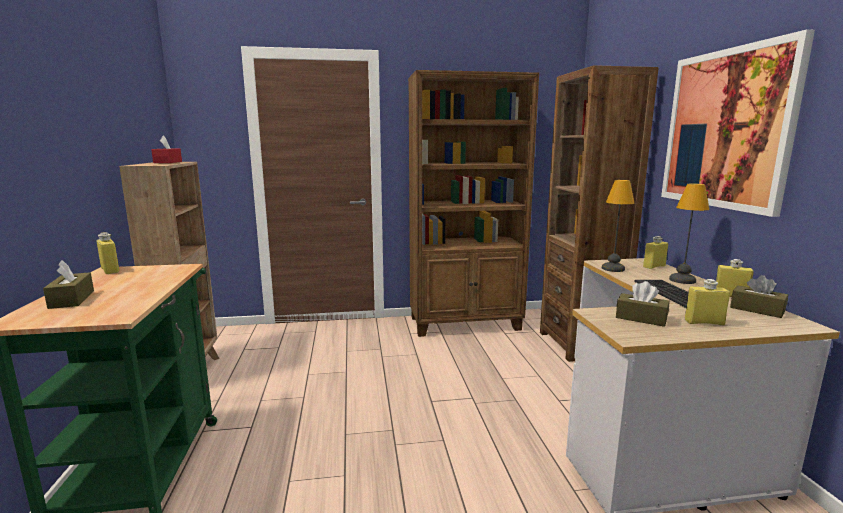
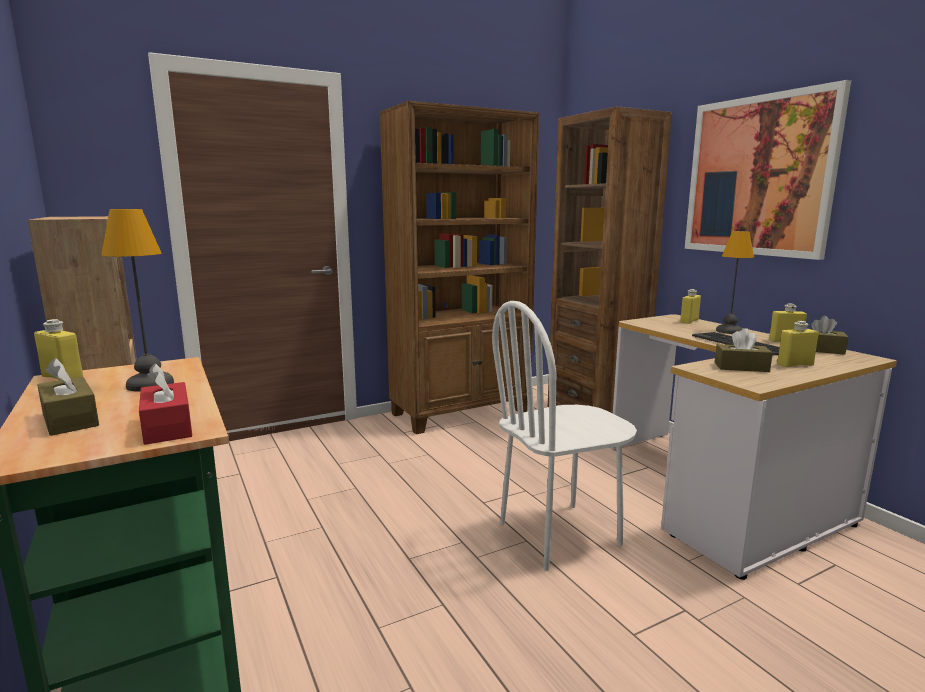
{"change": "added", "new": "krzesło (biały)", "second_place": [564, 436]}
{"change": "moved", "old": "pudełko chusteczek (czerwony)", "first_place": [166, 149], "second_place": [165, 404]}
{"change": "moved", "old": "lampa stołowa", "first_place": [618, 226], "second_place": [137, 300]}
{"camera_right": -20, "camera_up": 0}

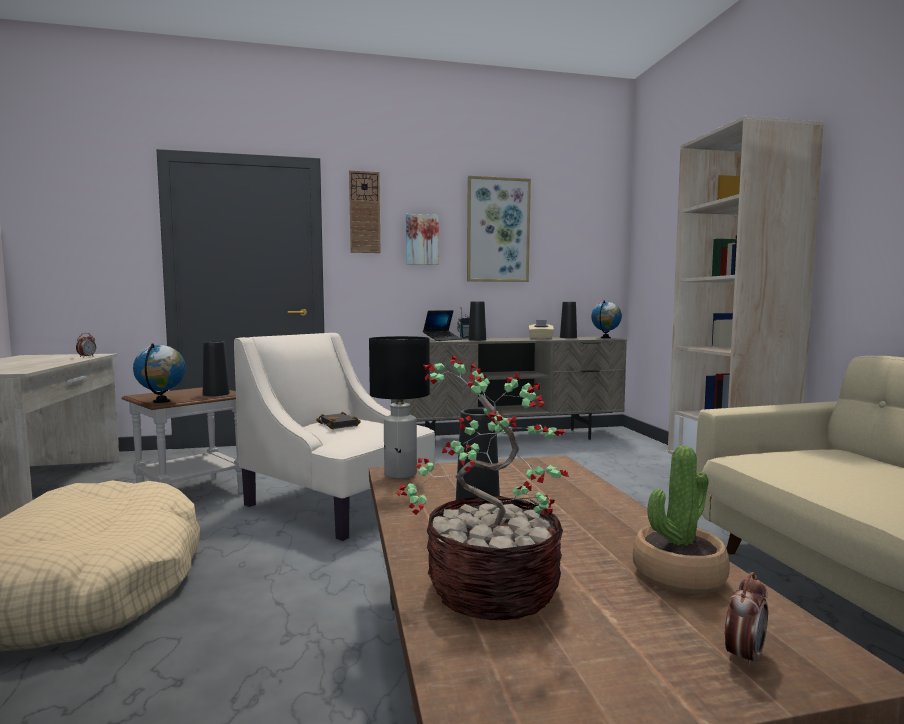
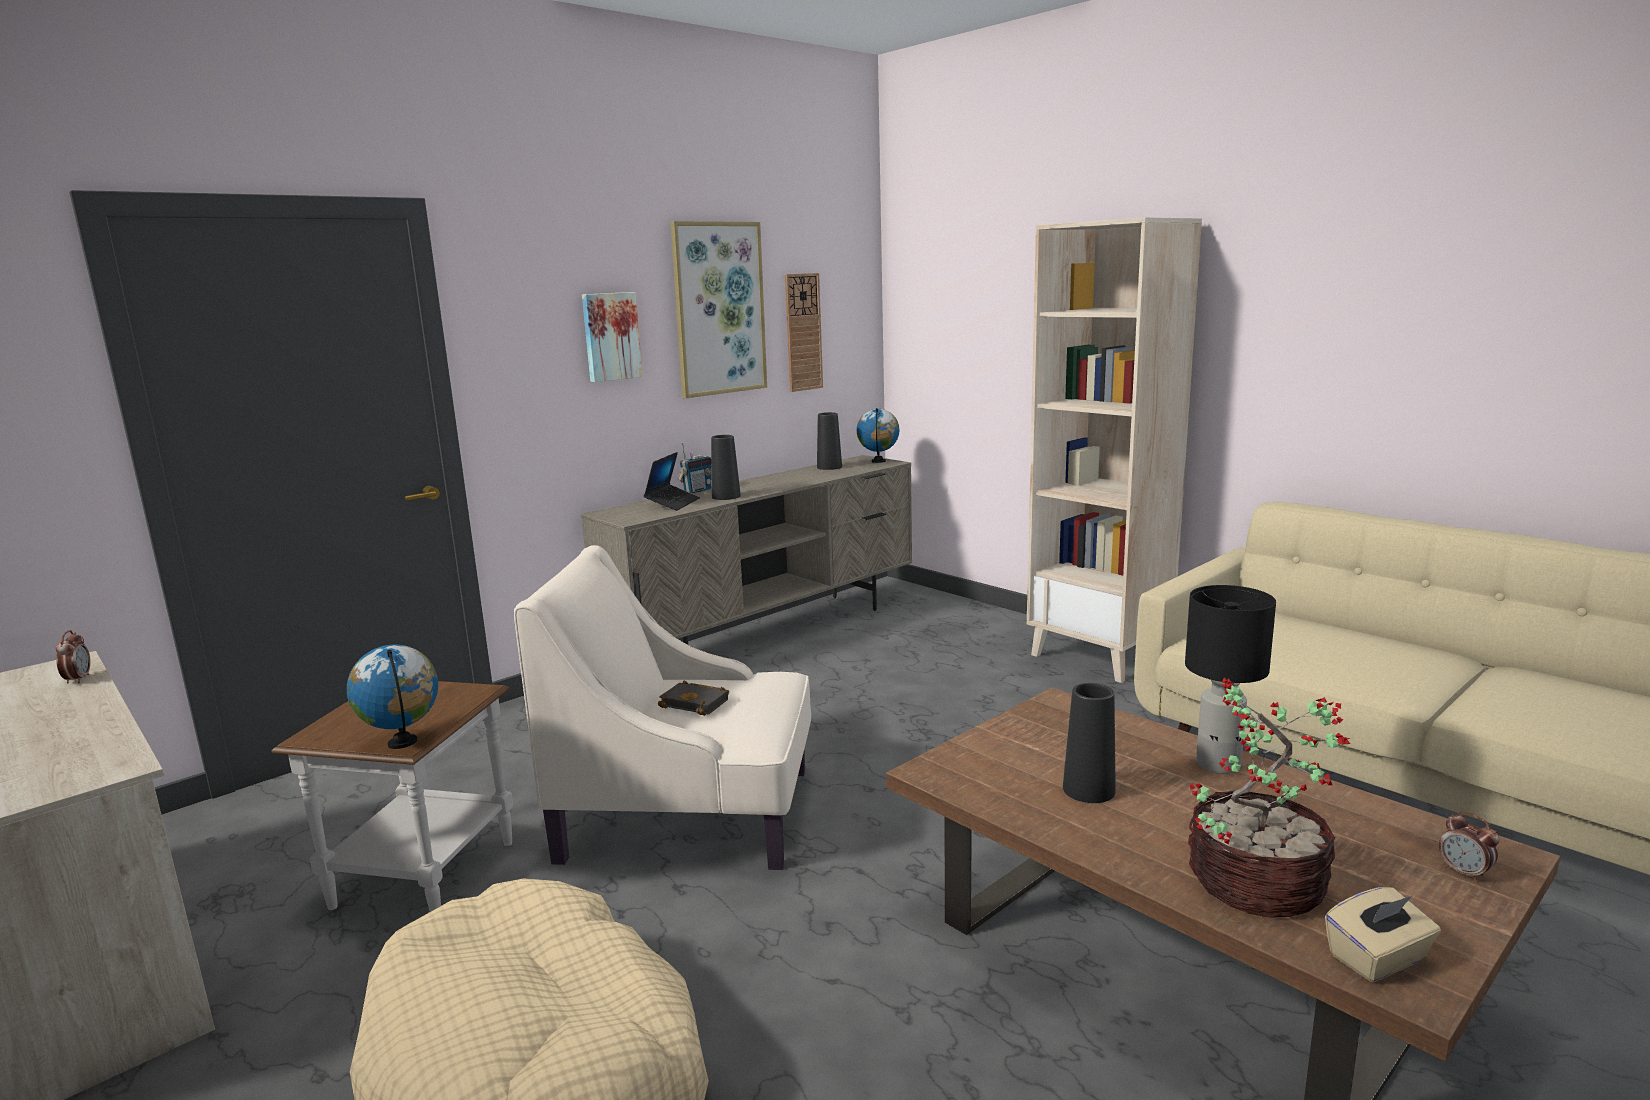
{"change": "removed", "old": "wazon (czarny)", "first_place": [216, 368]}
{"change": "removed", "old": "roślina doniczkowa", "first_place": [681, 520]}
{"change": "moved", "old": "zegar ścienny", "first_place": [365, 211], "second_place": [804, 332]}
{"change": "moved", "old": "lampa stołowa (czarny)", "first_place": [399, 407], "second_place": [1230, 679]}
{"change": "moved", "old": "pudełko chusteczek (beżowy)", "first_place": [541, 329], "second_place": [1383, 934]}
{"change": "turned", "old": "budzik", "first_place": [746, 621], "second_place": [1469, 847], "degrees": 135}
{"camera_right": -30, "camera_up": 10}

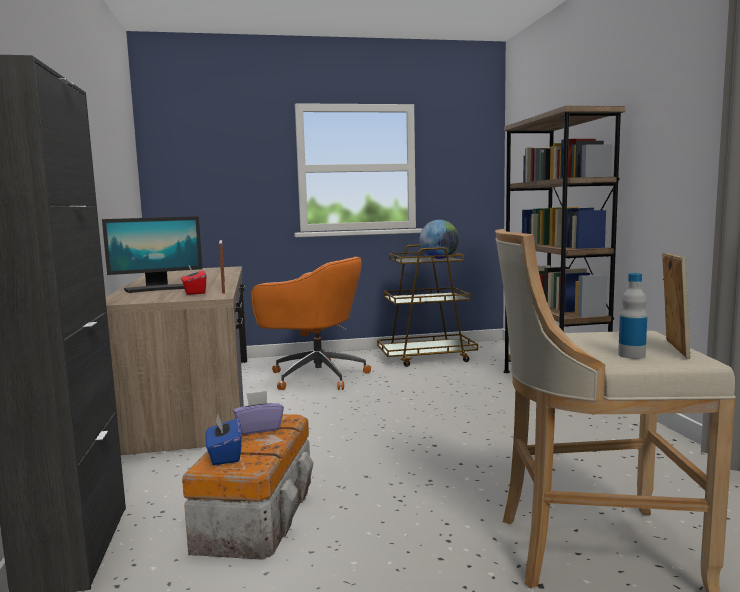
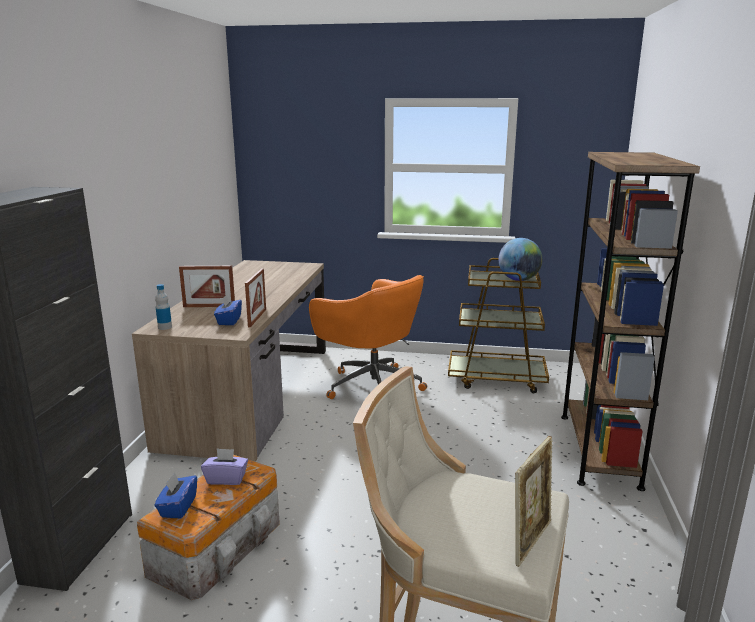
{"change": "moved", "old": "butelka", "first_place": [632, 316], "second_place": [163, 307]}
{"change": "replaced", "old": "monitor", "new": "ramka na zdjęcie", "first_place": [152, 254], "second_place": [207, 286]}
{"change": "recoloured", "old": "pudełko chusteczek (czerwony)", "new": "pudełko chusteczek (niebieski)", "first_place": [193, 280], "second_place": [228, 310]}
{"camera_right": 20, "camera_up": 10}

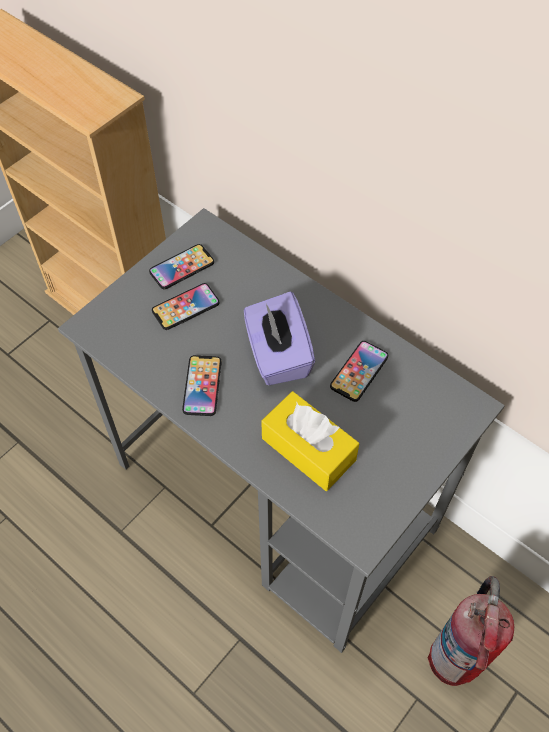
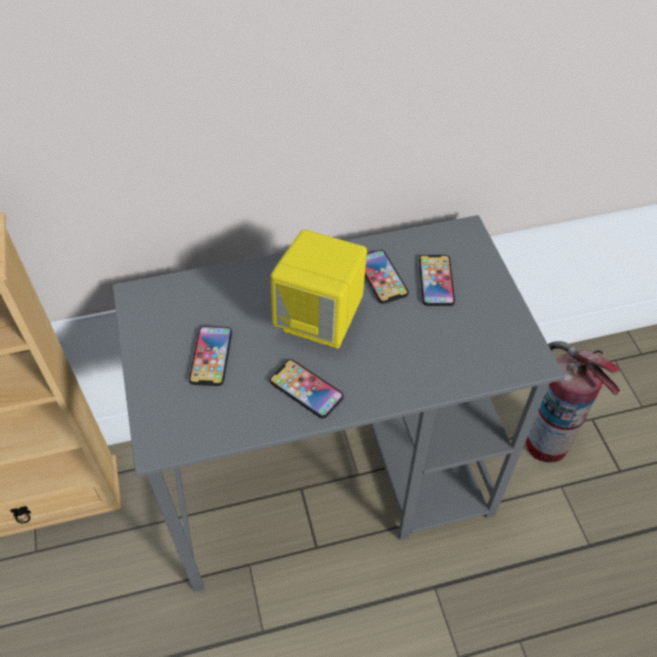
{"change": "removed", "old": "pudełko chusteczek (żółty)", "first_place": [310, 441]}
{"change": "moved", "old": "telefon", "first_place": [181, 267], "second_place": [437, 280]}
{"change": "replaced", "old": "pudełko chusteczek (fioletowy)", "new": "głośnik (żółty)", "first_place": [279, 338], "second_place": [319, 289]}
{"camera_right": -55, "camera_up": -5}

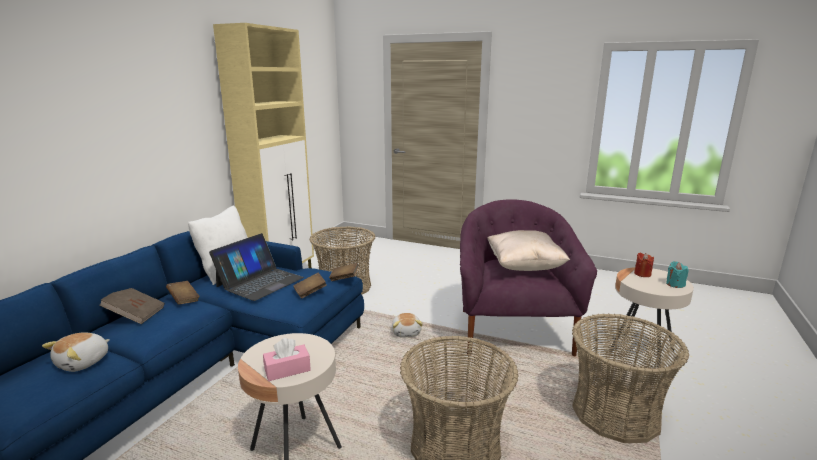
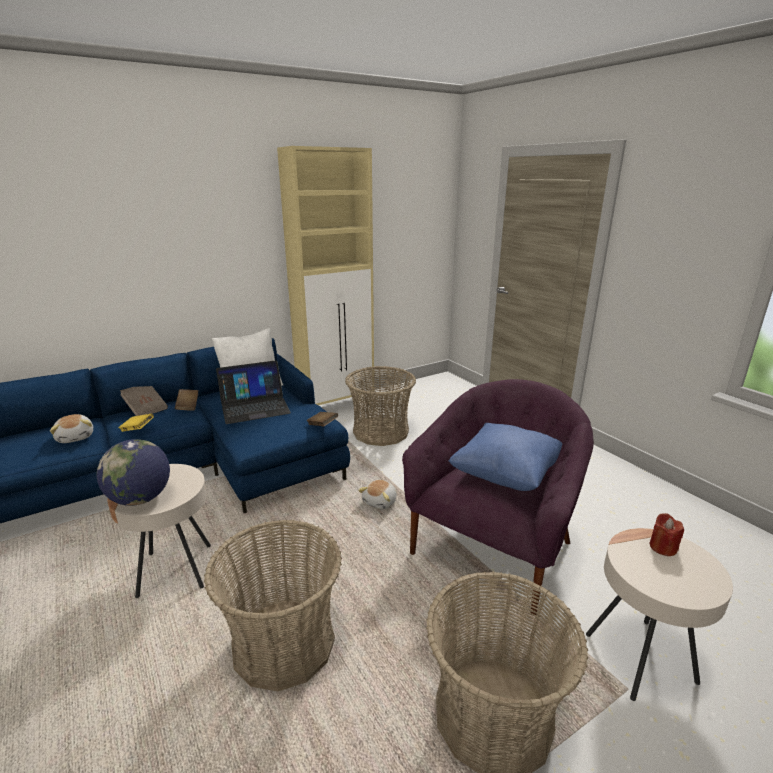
{"change": "removed", "old": "książka (brązowy)", "first_place": [310, 285]}
{"change": "removed", "old": "świeca (turkusowy)", "first_place": [677, 274]}
{"change": "added", "new": "książka (żółty)", "second_place": [136, 423]}
{"change": "replaced", "old": "pudełko chusteczek (różowy)", "new": "globus", "first_place": [287, 359], "second_place": [133, 472]}
{"change": "recoloured", "old": "poduszka (beżowy)", "new": "poduszka (niebieski)", "first_place": [529, 250], "second_place": [506, 457]}
{"change": "turned", "old": "pluszak", "first_place": [76, 352], "second_place": [71, 428], "degrees": -90}
{"camera_right": 35, "camera_up": 5}

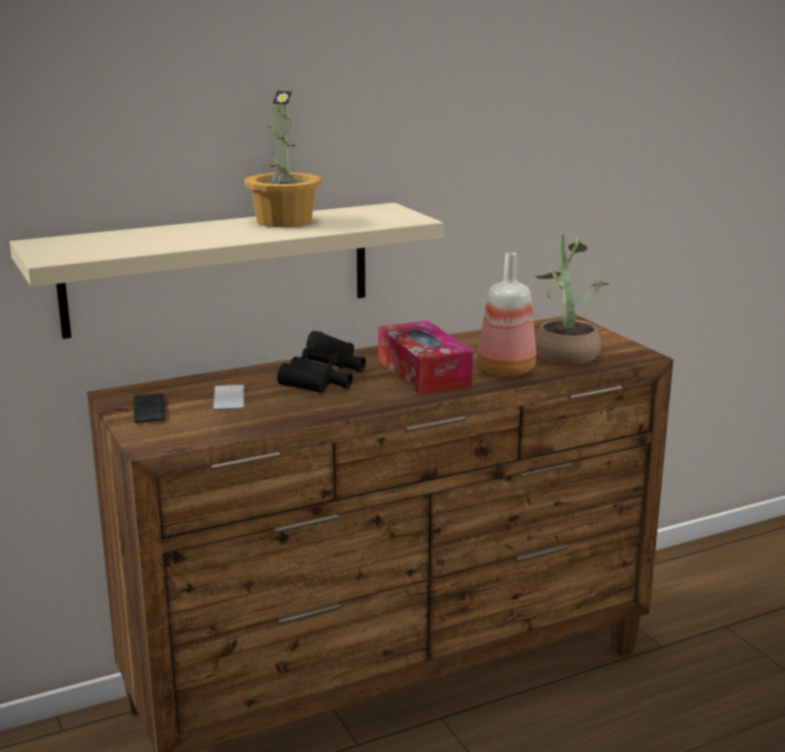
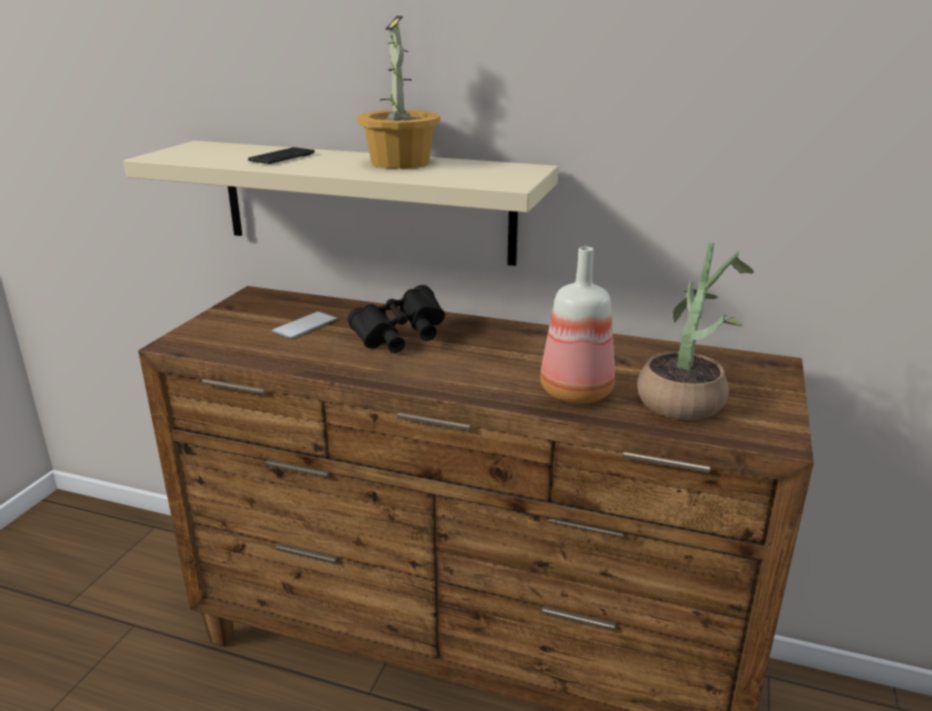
{"change": "removed", "old": "pudełko chusteczek", "first_place": [425, 357]}
{"change": "moved", "old": "telefon", "first_place": [149, 408], "second_place": [281, 155]}
{"camera_right": 45, "camera_up": 5}

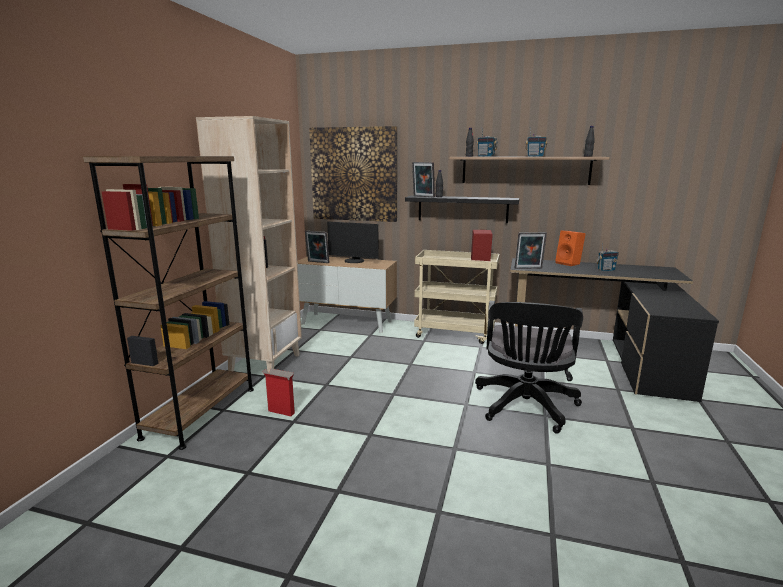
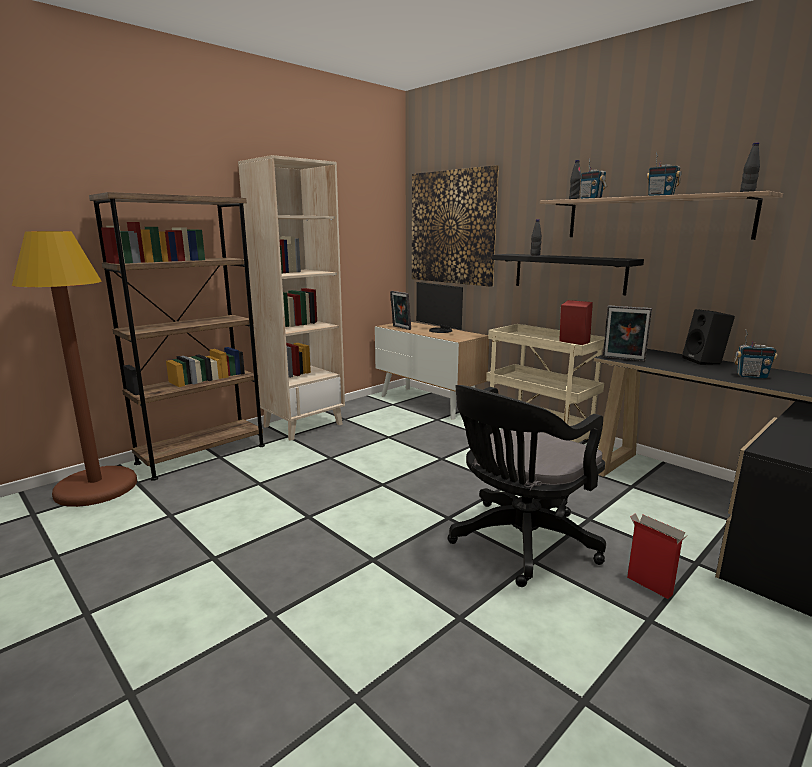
{"change": "removed", "old": "ramka na zdjęcie", "first_place": [423, 179]}
{"change": "added", "new": "lampa stojąca (brązowy)", "second_place": [74, 369]}
{"change": "moved", "old": "karton", "first_place": [278, 392], "second_place": [656, 556]}
{"change": "recoloured", "old": "głośnik (pomarańczowy)", "new": "głośnik (czarny)", "first_place": [570, 248], "second_place": [708, 337]}
{"camera_right": 30, "camera_up": 0}

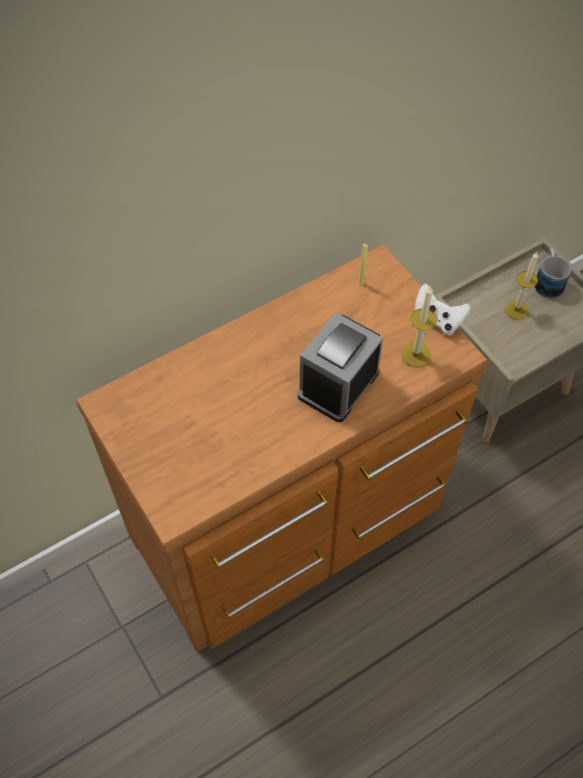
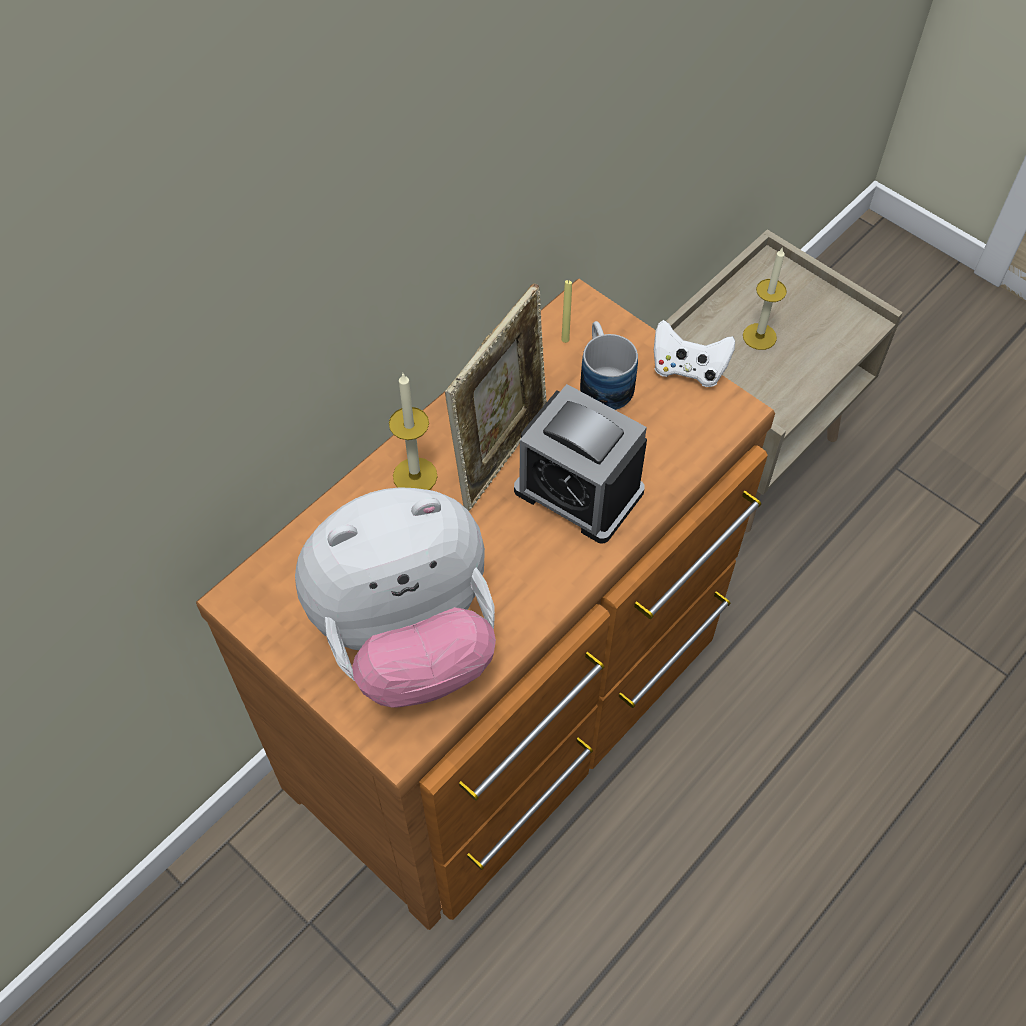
{"change": "added", "new": "pluszak", "second_place": [395, 597]}
{"change": "added", "new": "ramka na zdjęcie", "second_place": [496, 397]}
{"change": "moved", "old": "świeca", "first_place": [419, 326], "second_place": [413, 432]}
{"change": "moved", "old": "kubek", "first_place": [553, 273], "second_place": [609, 365]}
{"change": "turned", "old": "budzik", "first_place": [340, 367], "second_place": [580, 463], "degrees": -75}
{"camera_right": -15, "camera_up": 0}

